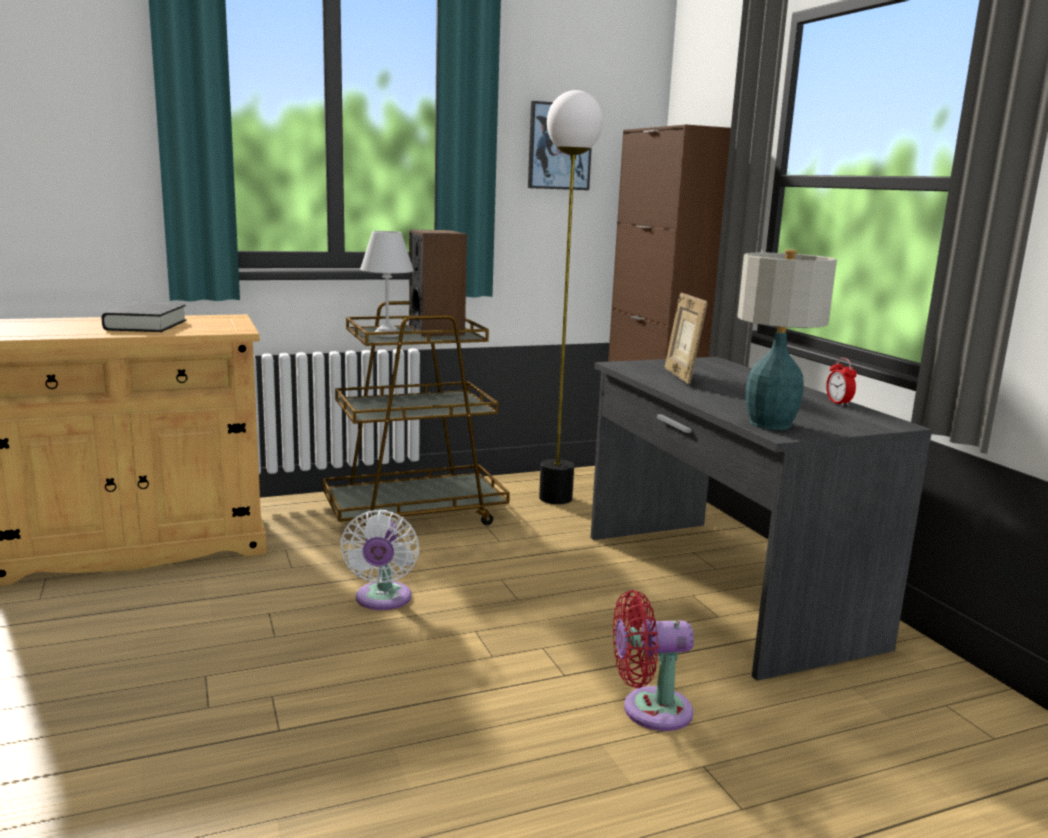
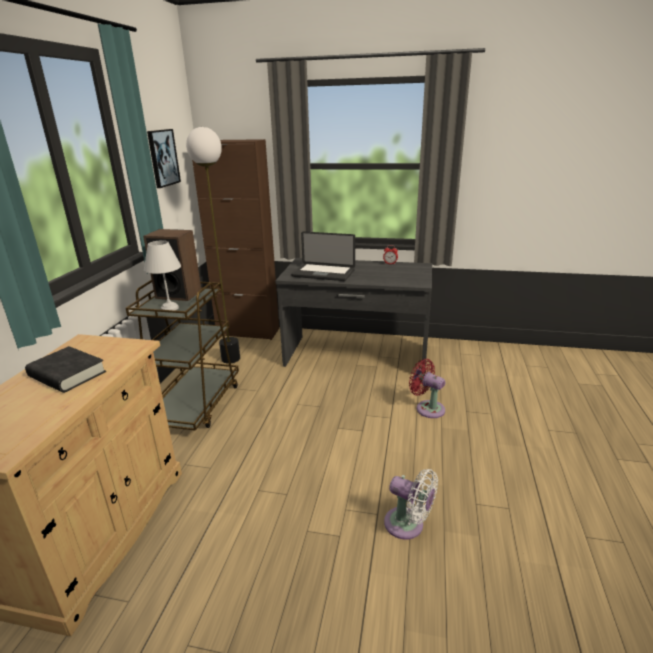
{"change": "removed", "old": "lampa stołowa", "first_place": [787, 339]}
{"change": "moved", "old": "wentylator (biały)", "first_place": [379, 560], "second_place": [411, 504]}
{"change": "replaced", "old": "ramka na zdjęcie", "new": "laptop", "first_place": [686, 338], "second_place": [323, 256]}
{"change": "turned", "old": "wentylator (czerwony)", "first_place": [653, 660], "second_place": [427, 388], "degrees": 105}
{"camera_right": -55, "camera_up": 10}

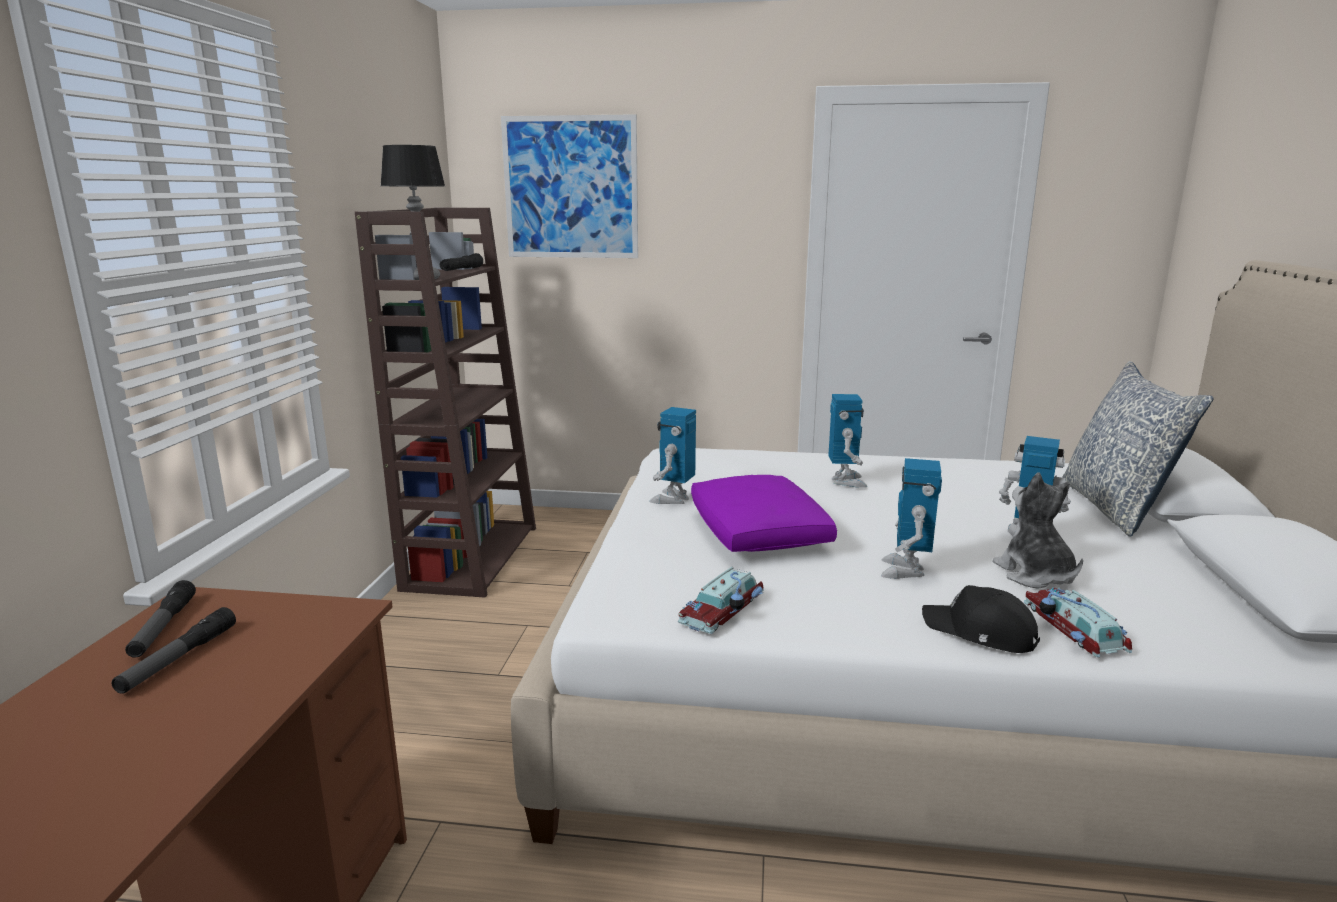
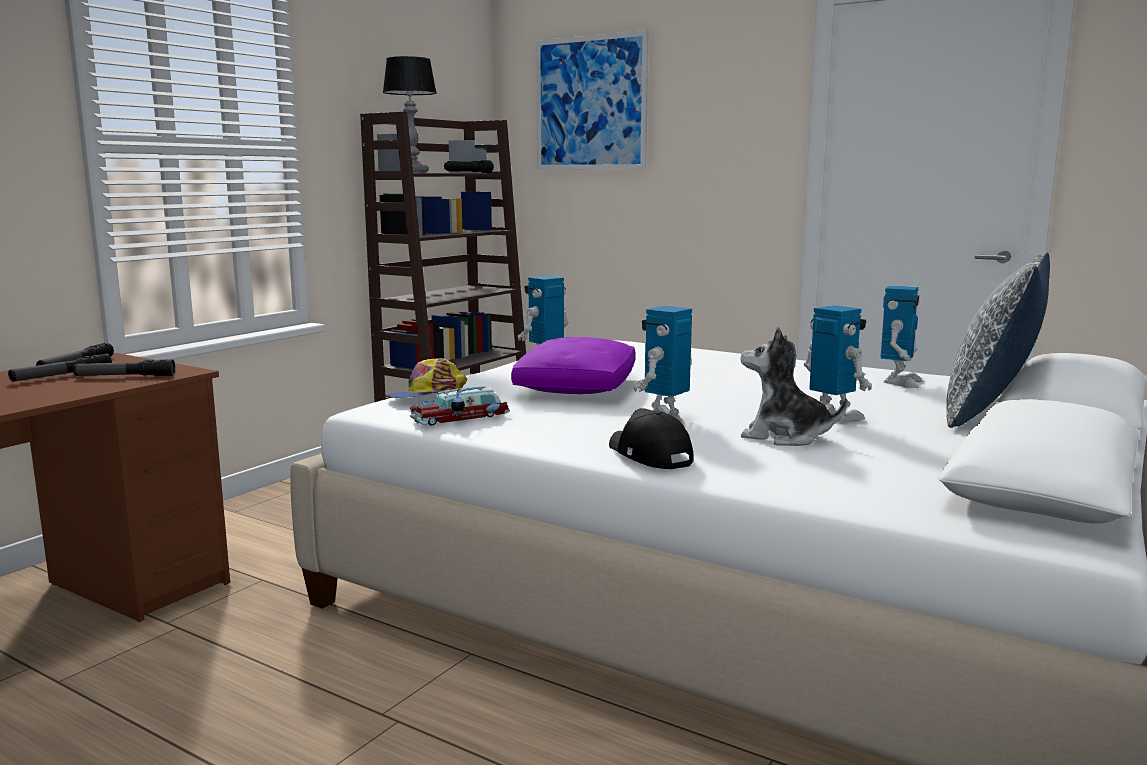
{"change": "removed", "old": "samochodzik", "first_place": [1078, 622]}
{"change": "added", "new": "latarka", "second_place": [124, 367]}
{"change": "added", "new": "czapka z daszkiem", "second_place": [426, 378]}
{"change": "moved", "old": "robot zabawkowy", "first_place": [847, 441], "second_place": [902, 337]}
{"change": "turned", "old": "pluszak", "first_place": [1038, 530], "second_place": [794, 386], "degrees": -75}
{"camera_right": 25, "camera_up": -5}

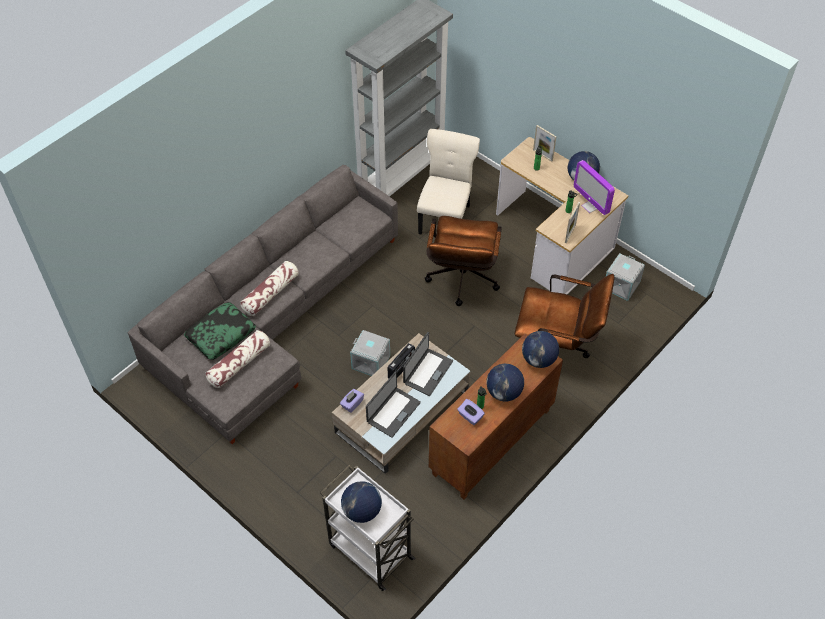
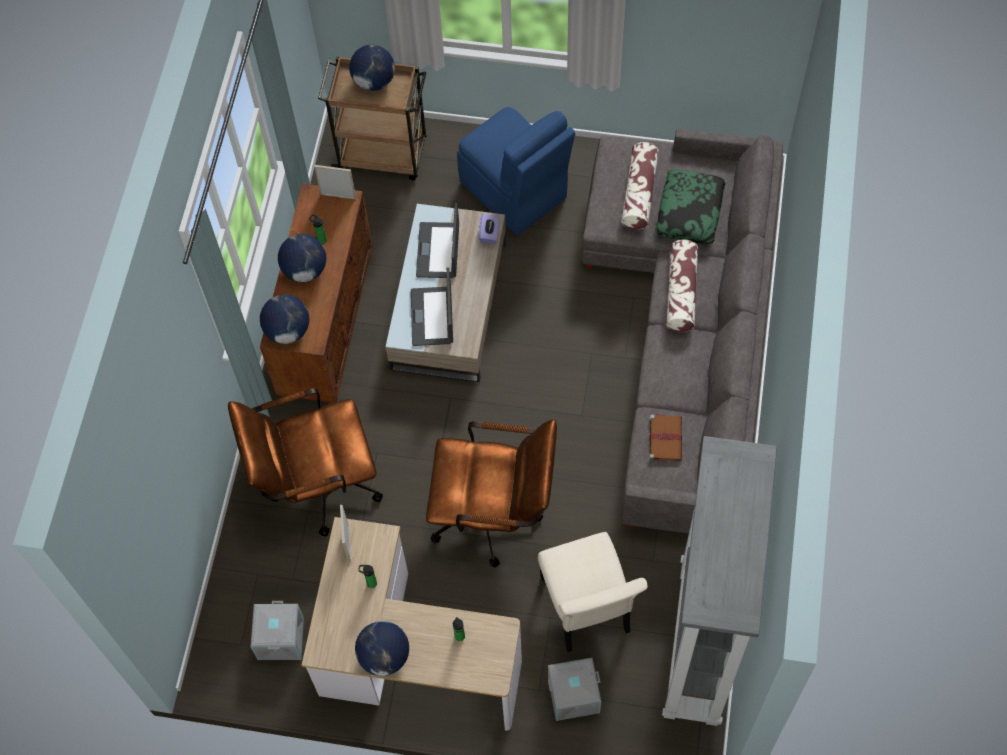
{"change": "removed", "old": "radio", "first_place": [401, 360]}
{"change": "removed", "old": "pudełko chusteczek (fioletowy)", "first_place": [471, 412]}
{"change": "removed", "old": "monitor", "first_place": [594, 187]}
{"change": "added", "new": "krzesło (niebieski)", "second_place": [516, 171]}
{"change": "added", "new": "książka (brązowy)", "second_place": [665, 437]}
{"change": "moved", "old": "pojemnik do przechowywania (szary)", "first_place": [370, 353], "second_place": [574, 689]}
{"change": "moved", "old": "ramka na zdjęcie", "first_place": [545, 143], "second_place": [335, 182]}
{"change": "recoloured", "old": "wózek (biały)", "new": "wózek (brązowy)", "first_place": [368, 528], "second_place": [372, 118]}
{"change": "turned", "old": "krzesło biurowe (brązowy)", "first_place": [463, 261], "second_place": [491, 493], "degrees": 120}
{"camera_right": 150, "camera_up": 10}

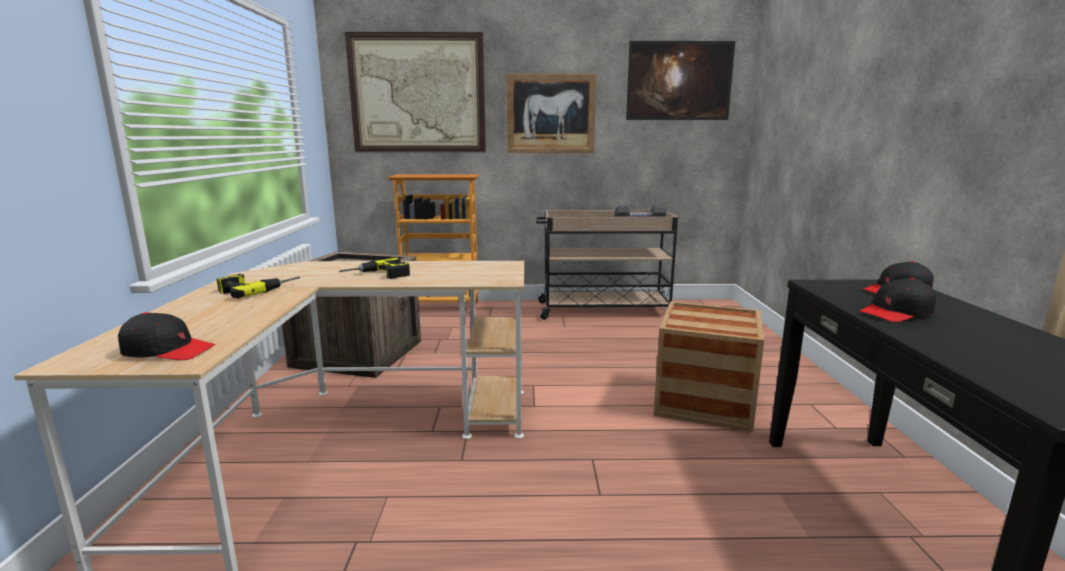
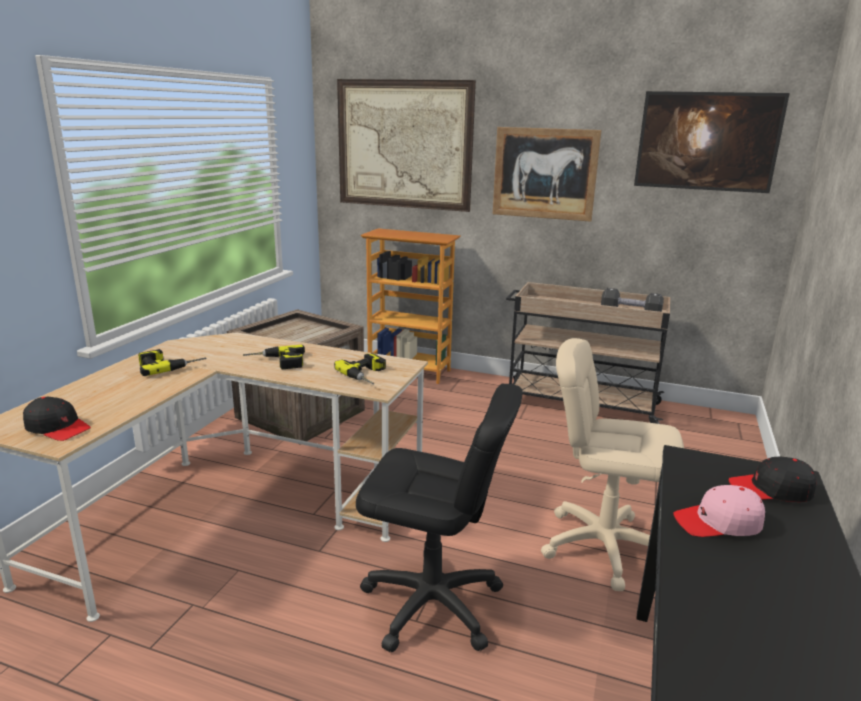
{"change": "added", "new": "wiertarka", "second_place": [360, 369]}
{"change": "added", "new": "krzesło biurowe (czarny)", "second_place": [439, 518]}
{"change": "replaced", "old": "skrzynka", "new": "krzesło biurowe (beżowy)", "first_place": [709, 366], "second_place": [612, 464]}
{"change": "recoloured", "old": "czapka z daszkiem (czarny)", "new": "czapka z daszkiem (różowy)", "first_place": [897, 300], "second_place": [719, 511]}
{"camera_right": 20, "camera_up": 5}

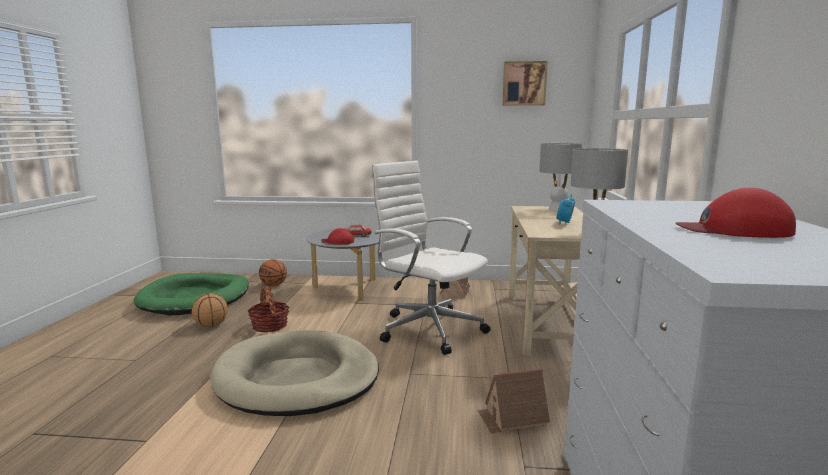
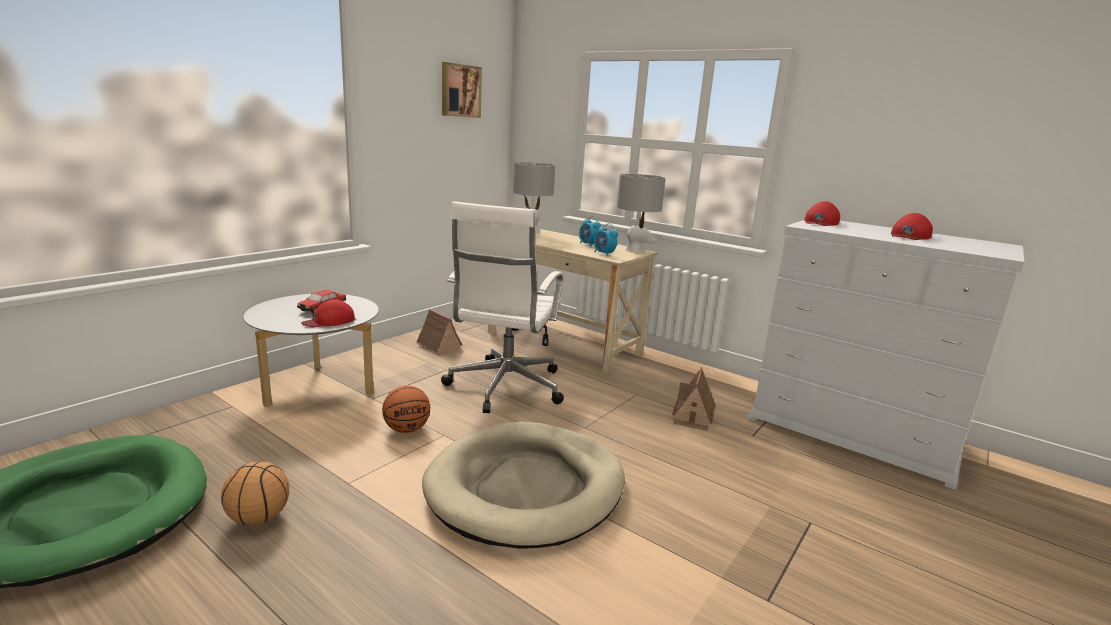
{"change": "removed", "old": "koszyk", "first_place": [268, 309]}
{"change": "added", "new": "budzik", "second_place": [606, 239]}
{"change": "added", "new": "czapka z daszkiem (czerwony)", "second_place": [822, 213]}
{"change": "moved", "old": "piłka do koszykówki", "first_place": [273, 272], "second_place": [406, 409]}
{"change": "turned", "old": "krzesło biurowe (biały)", "first_place": [431, 258], "second_place": [502, 307], "degrees": -60}
{"camera_right": -60, "camera_up": 5}

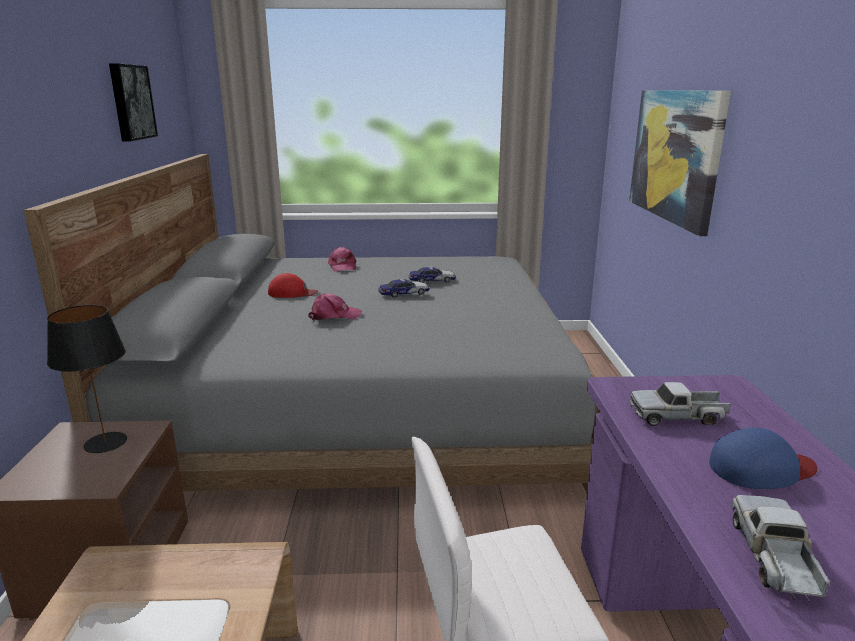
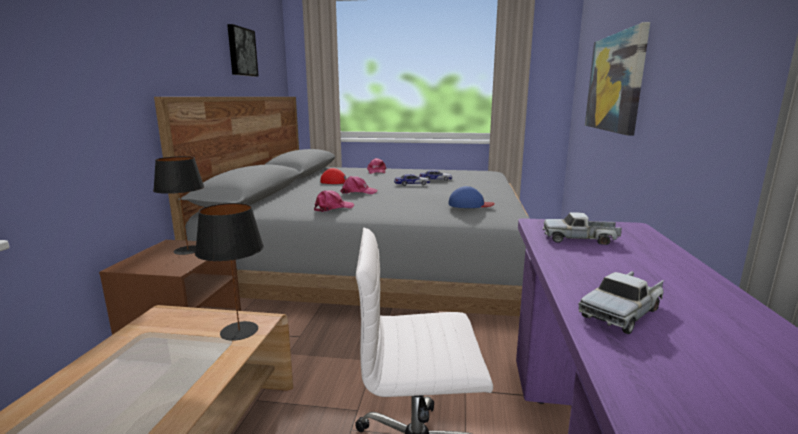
{"change": "added", "new": "lampa stołowa (czarny)", "second_place": [229, 272]}
{"change": "added", "new": "czapka z daszkiem (różowy)", "second_place": [334, 201]}
{"change": "moved", "old": "czapka z daszkiem (niebieski)", "first_place": [763, 458], "second_place": [471, 197]}
{"change": "turned", "old": "ciężarówka zabawkowa", "first_place": [781, 548], "second_place": [621, 302], "degrees": -150}
{"camera_right": 10, "camera_up": -5}

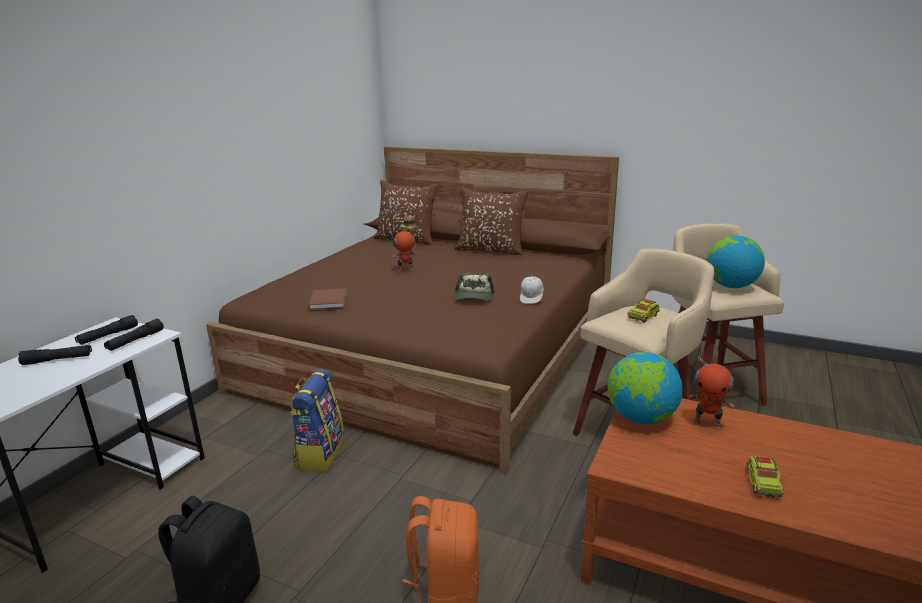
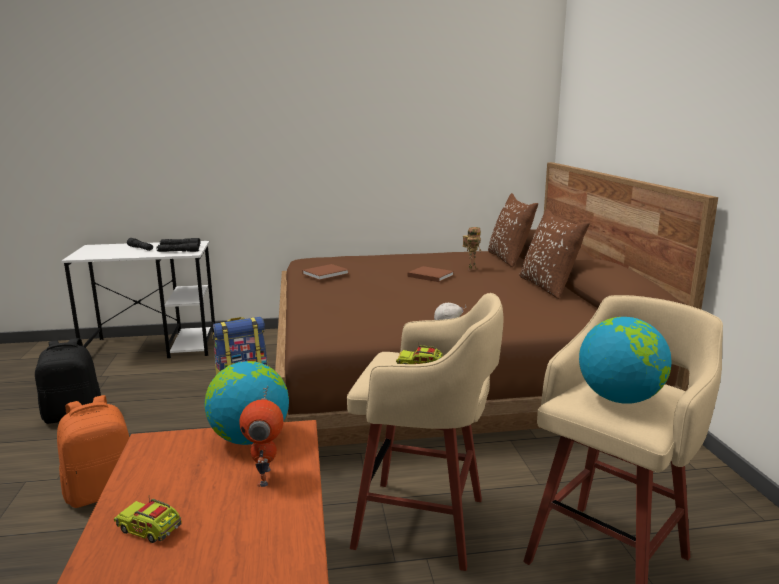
{"change": "removed", "old": "czapka z daszkiem", "first_place": [475, 287]}
{"change": "replaced", "old": "robot zabawkowy", "new": "książka (brązowy)", "first_place": [404, 250], "second_place": [431, 274]}
{"change": "turned", "old": "ciężarówka zabawkowa", "first_place": [765, 476], "second_place": [148, 520], "degrees": 45}
{"camera_right": 55, "camera_up": -5}

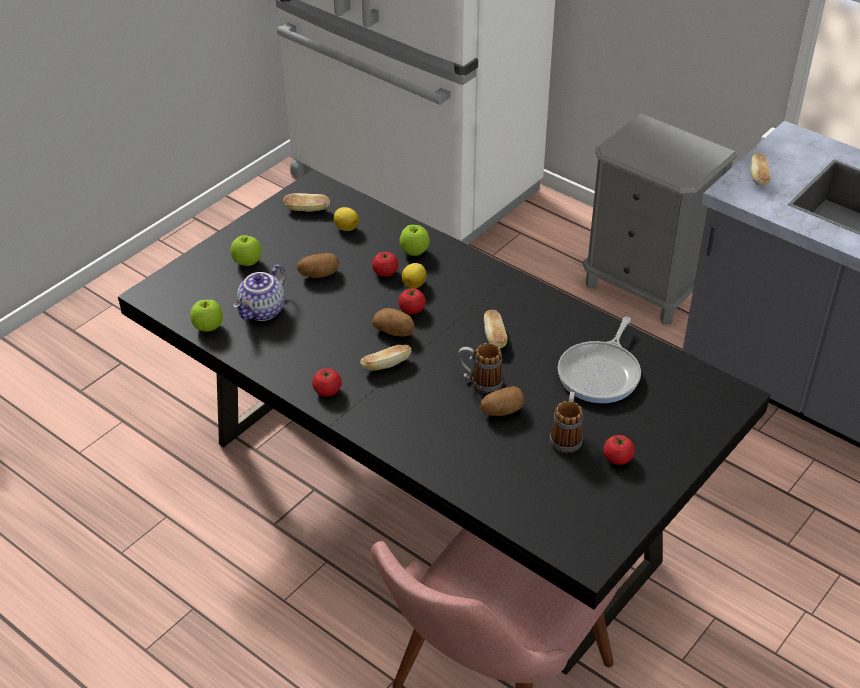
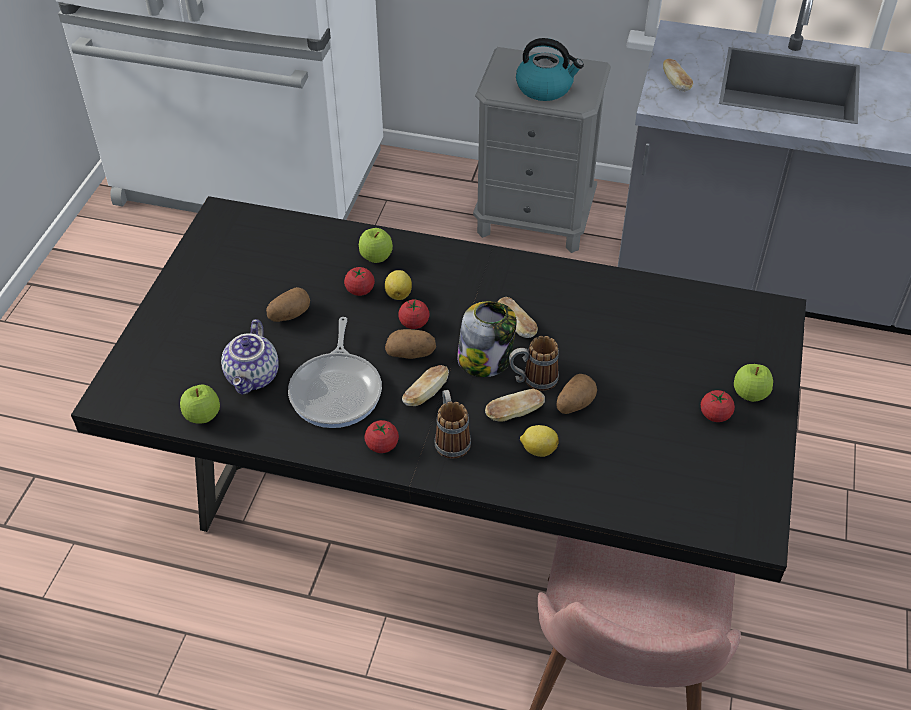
{"change": "added", "new": "słoik", "second_place": [487, 339]}
{"change": "added", "new": "czajnik", "second_place": [550, 69]}
{"change": "moved", "old": "jabłko", "first_place": [246, 250], "second_place": [753, 383]}
{"change": "moved", "old": "chleb", "first_place": [306, 202], "second_place": [515, 405]}
{"change": "moved", "old": "cytryna", "first_place": [346, 219], "second_place": [539, 441]}
{"change": "moved", "old": "kubek", "first_place": [566, 422], "second_place": [452, 424]}
{"change": "moved", "old": "patelnia", "first_place": [599, 359], "second_place": [335, 372]}
{"camera_right": -25, "camera_up": 5}

